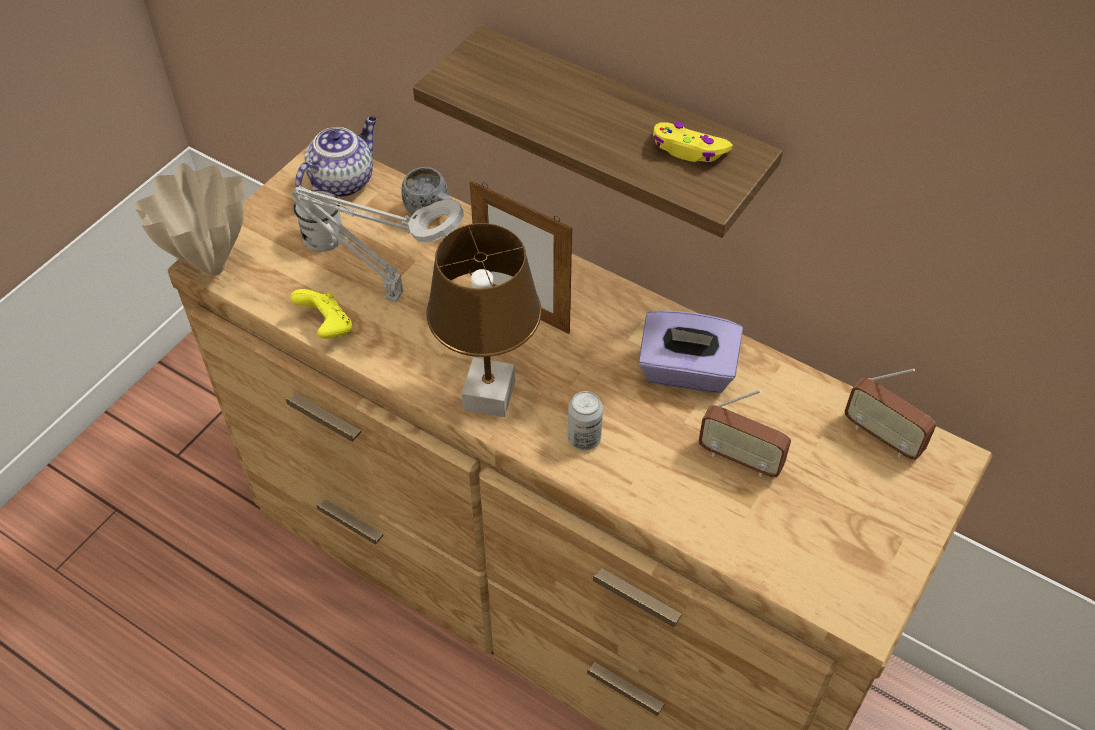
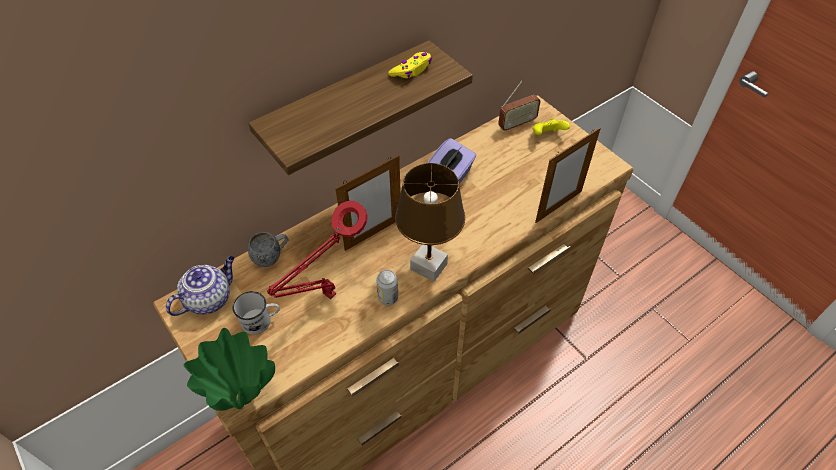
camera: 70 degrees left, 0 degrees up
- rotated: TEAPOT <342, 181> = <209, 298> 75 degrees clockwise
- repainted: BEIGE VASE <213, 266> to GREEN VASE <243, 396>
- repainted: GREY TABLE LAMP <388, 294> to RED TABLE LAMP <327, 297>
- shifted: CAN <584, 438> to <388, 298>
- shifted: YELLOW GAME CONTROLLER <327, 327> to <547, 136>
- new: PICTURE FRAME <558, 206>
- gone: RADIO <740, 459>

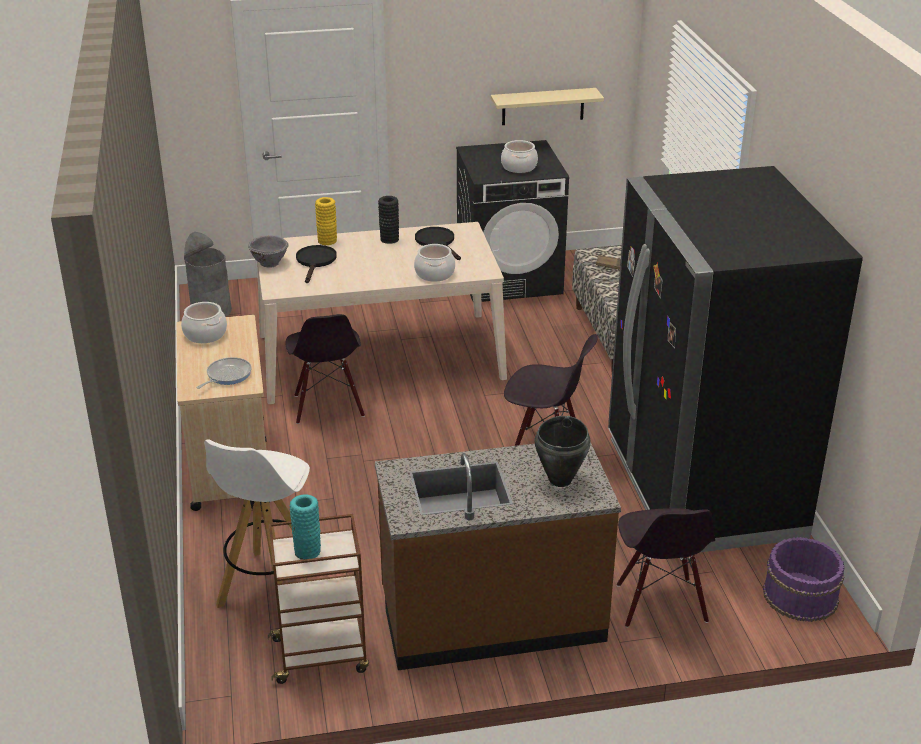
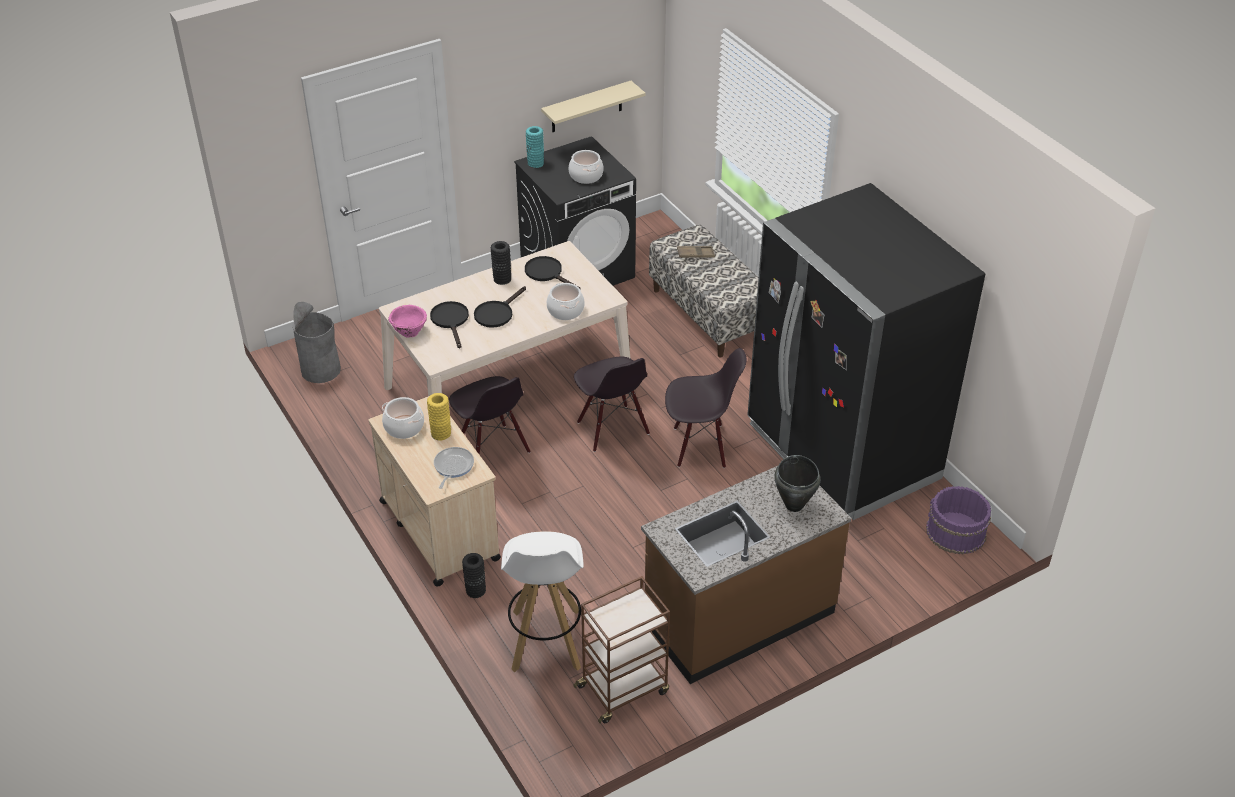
camera: 20 degrees left, 10 degrees up
- repainted: GREY BOWL <269, 263> to PINK BOWL <409, 331>
- shifted: YELLOW VASE <327, 241> to <441, 433>
- new: BLACK VASE <475, 590>
- new: BLACK FRYING PAN <497, 313>
- shifted: TURQUOISE VASE <307, 551> to <535, 163>
- shifted: BLACK CHAIR <660, 603> to <612, 428>

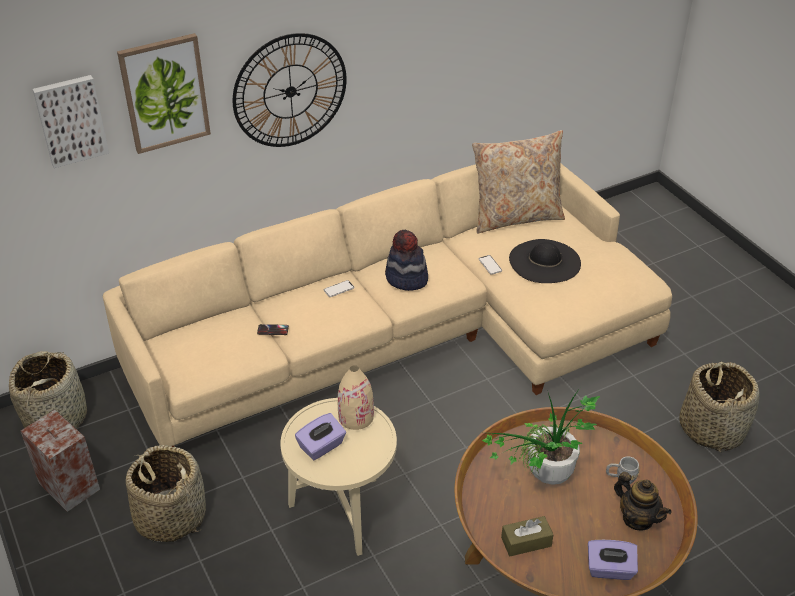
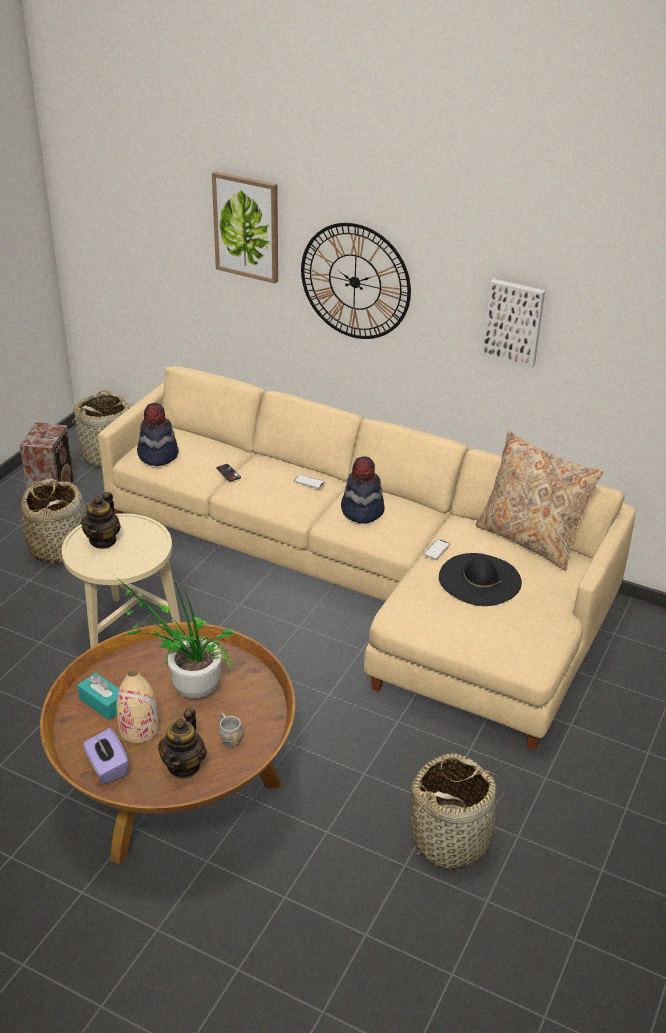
camera: 55 degrees right, 5 degrees down
- repainted: BROWN TISSUE BOX <526, 542> to TURQUOISE TISSUE BOX <103, 703>
- swapped: PURPLE TISSUE BOX <321, 446> to TEAPOT <103, 540>
- shifted: BEIGE VASE <356, 416> to <139, 728>
- new: HAT <157, 454>
- shifted: PICTURE <70, 120> to <514, 322>

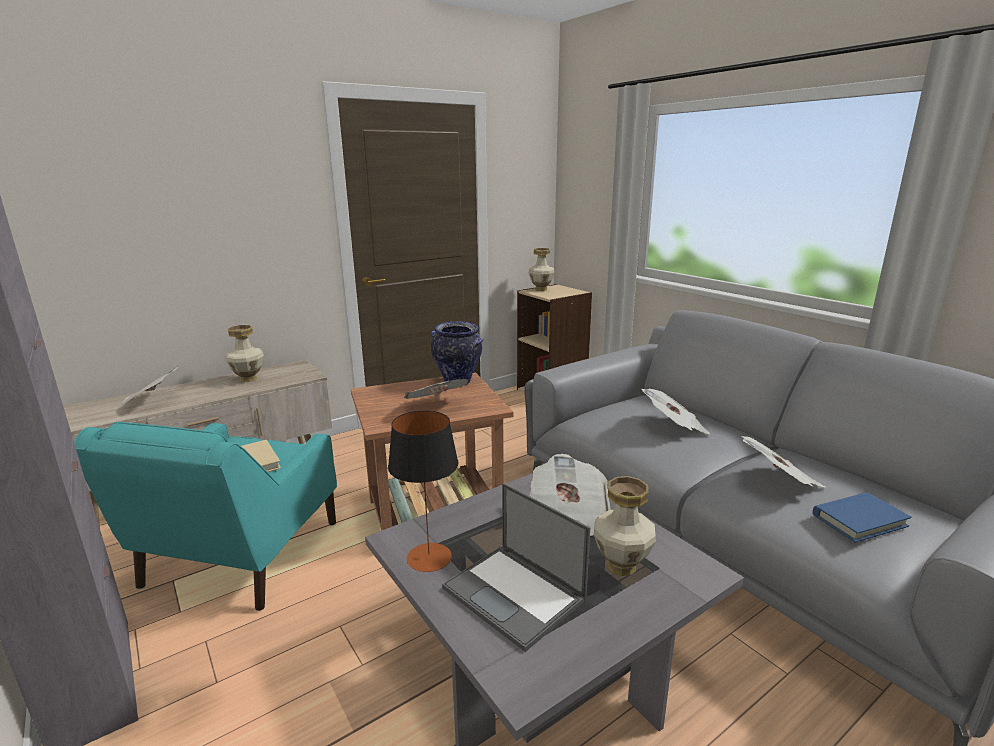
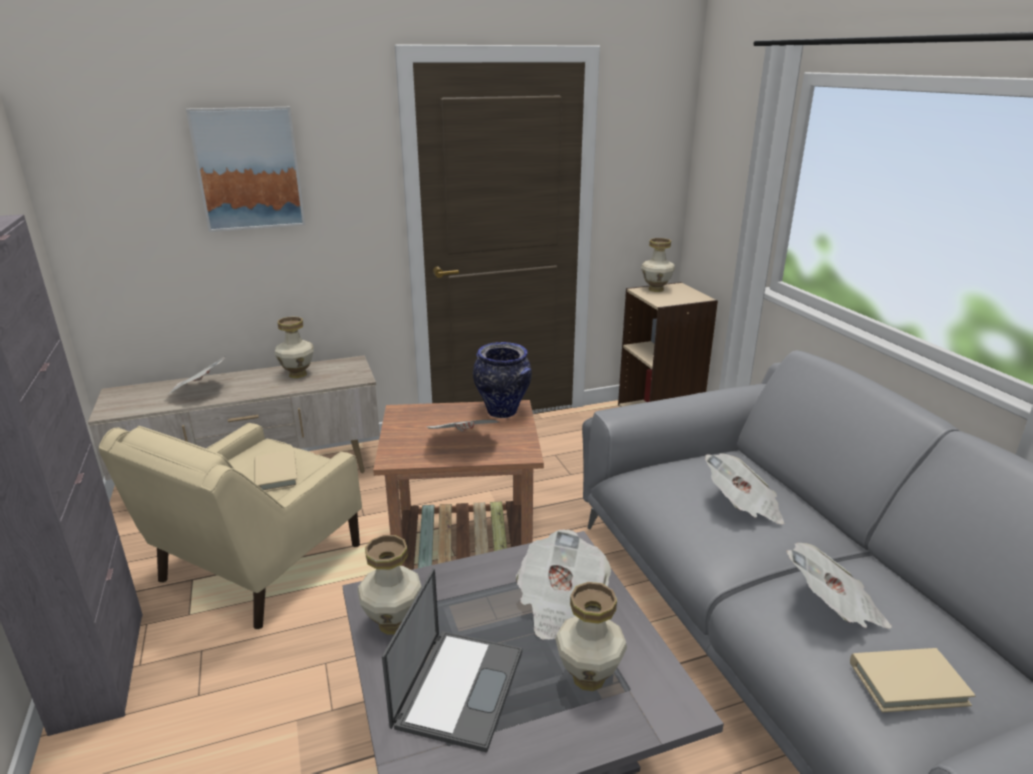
camera: 15 degrees right, 5 degrees up
- repainted: TURQUOISE ARMCHAIR <240, 557> to BEIGE ARMCHAIR <258, 566>
- new: PICTURE <248, 169>
- swapped: TABLE LAMP <429, 557> to VASE <393, 623>
- rotated: LAPTOP <515, 594> = <459, 686> 135 degrees counterclockwise
- repainted: BLUE BOOK <859, 520> to BEIGE BOOK <908, 683>

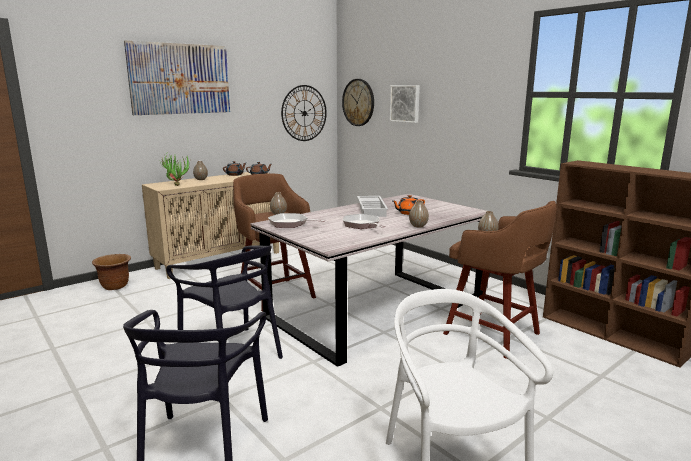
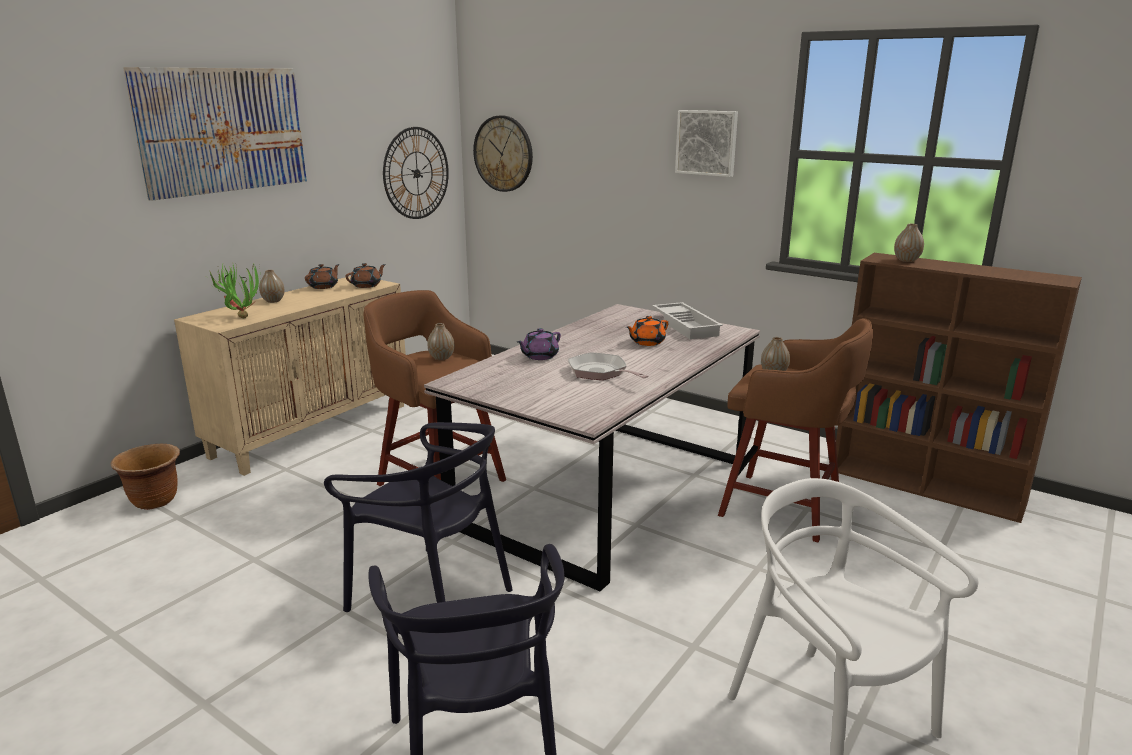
camera: 15 degrees left, 5 degrees up
- new: PURPLE TEAPOT <539, 356>
- shifted: WHITE TRAY <372, 210> to <687, 325>
- shifted: PICTURE <405, 103> to <707, 142>
- shifted: VASE <418, 226> to <906, 260>
- gone: FRYING PAN <290, 224>

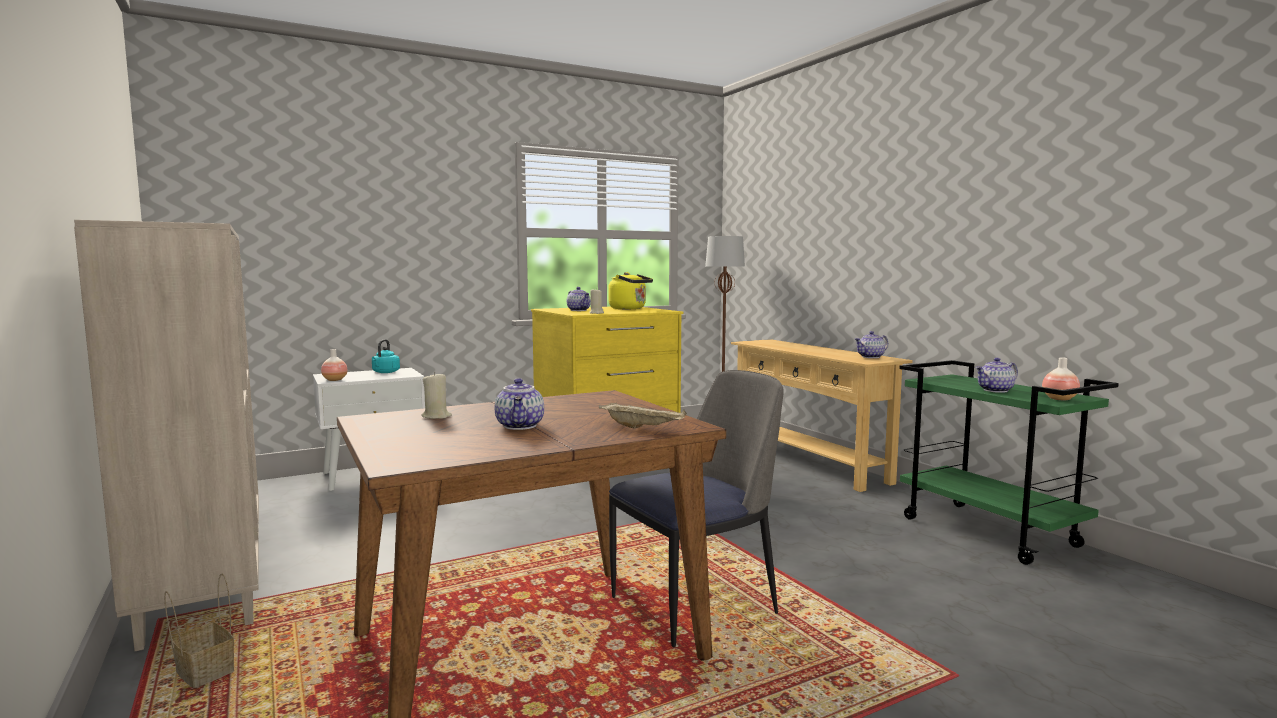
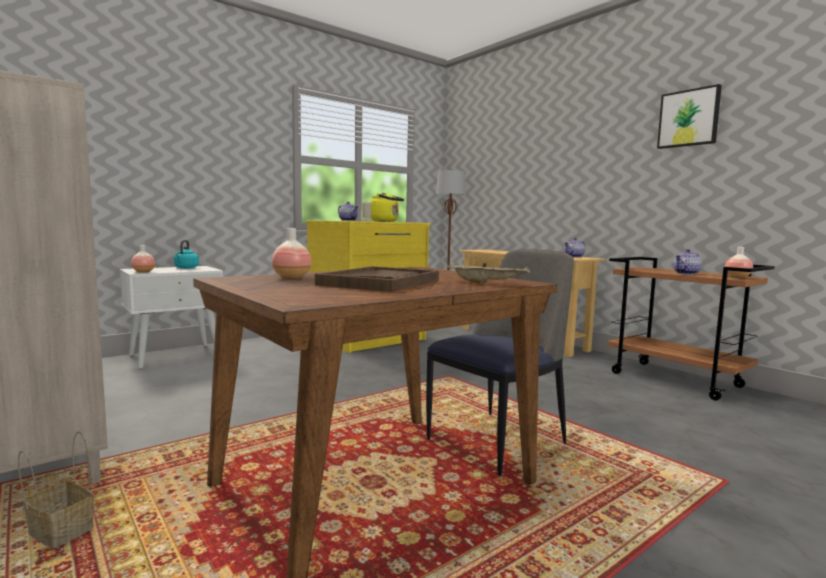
camera: 10 degrees left, 0 degrees up
- swapped: BEIGE CANDLE <436, 416> to VASE <291, 278>
- swapped: TEAPOT <521, 426> to BROWN TRAY <380, 282>
- repainted: GREEN CART <990, 532> to BROWN CART <676, 380>
- new: PICTURE <689, 118>

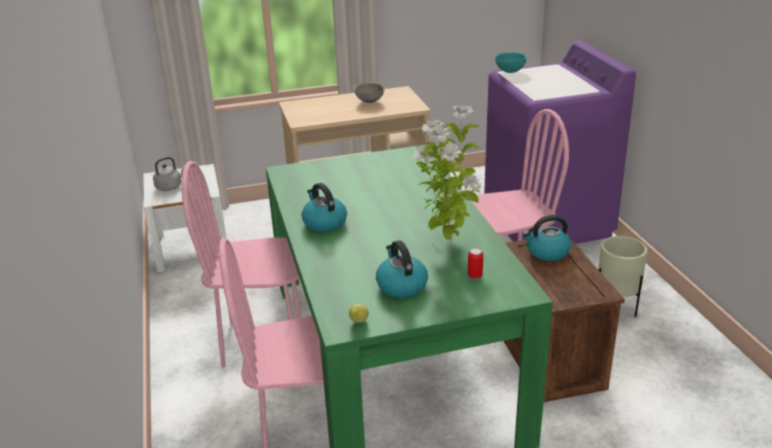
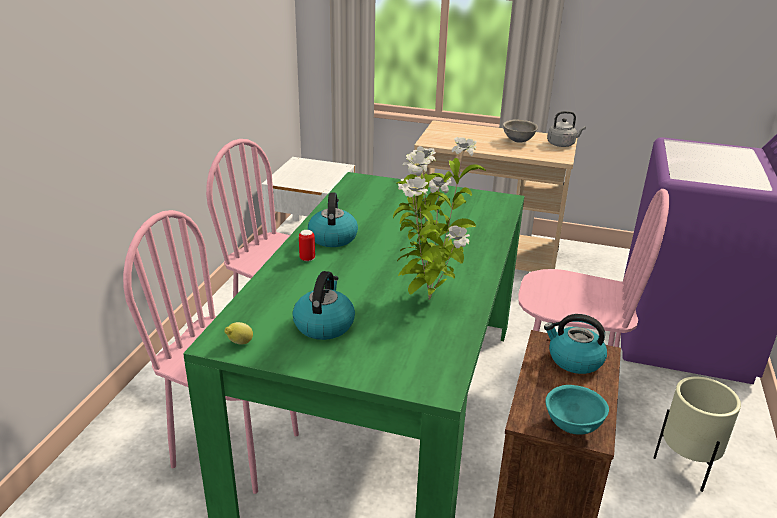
camera: 30 degrees right, 0 degrees up
- shifted: CAN <475, 276> to <307, 258>
- shifted: TURQUOISE BOWL <510, 72> to <572, 426>
- shifted: GREY KETTLE <170, 187> to <562, 144>

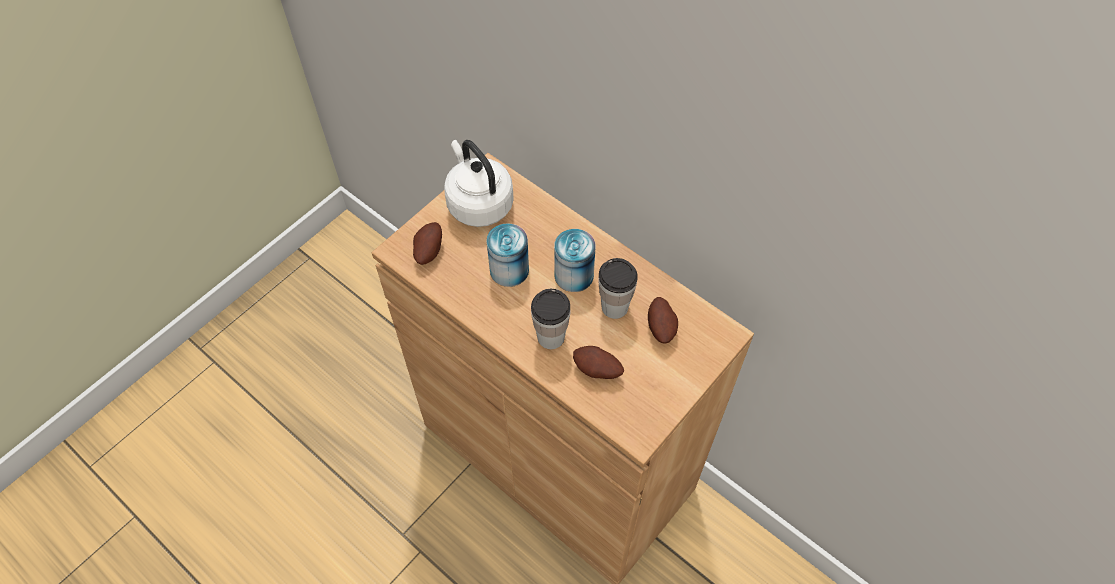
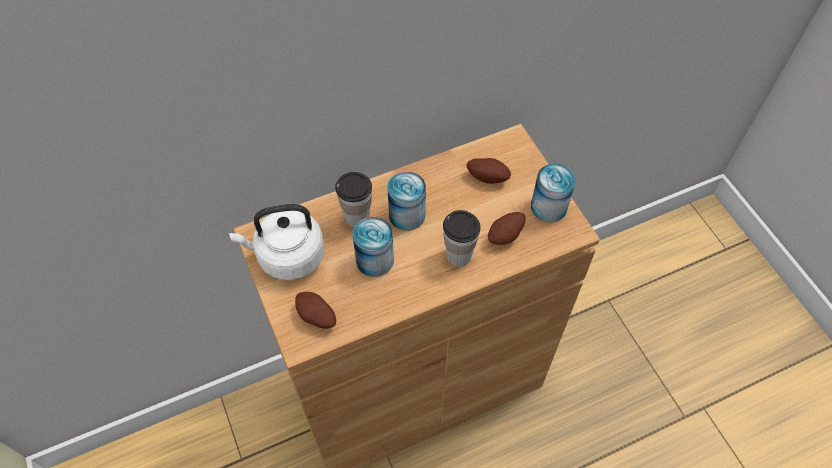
camera: 65 degrees left, 0 degrees up
- shifted: CUP <614, 307> to <357, 217>
- new: CAN <548, 207>

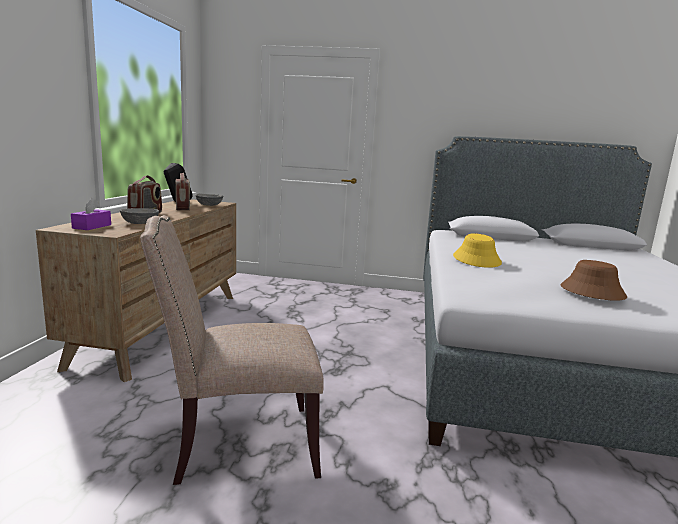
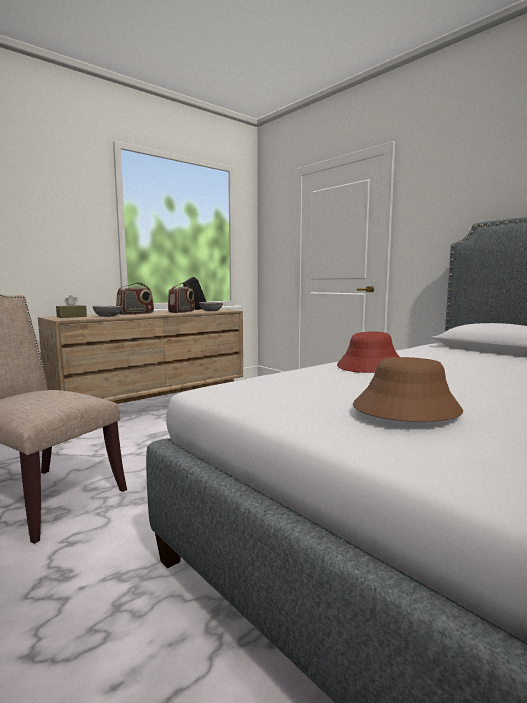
camera: 40 degrees right, 5 degrees down
- repainted: PURPLE TISSUE BOX <92, 226> to BROWN TISSUE BOX <71, 316>
- repainted: YELLOW HAT <477, 260> to RED HAT <370, 365>

